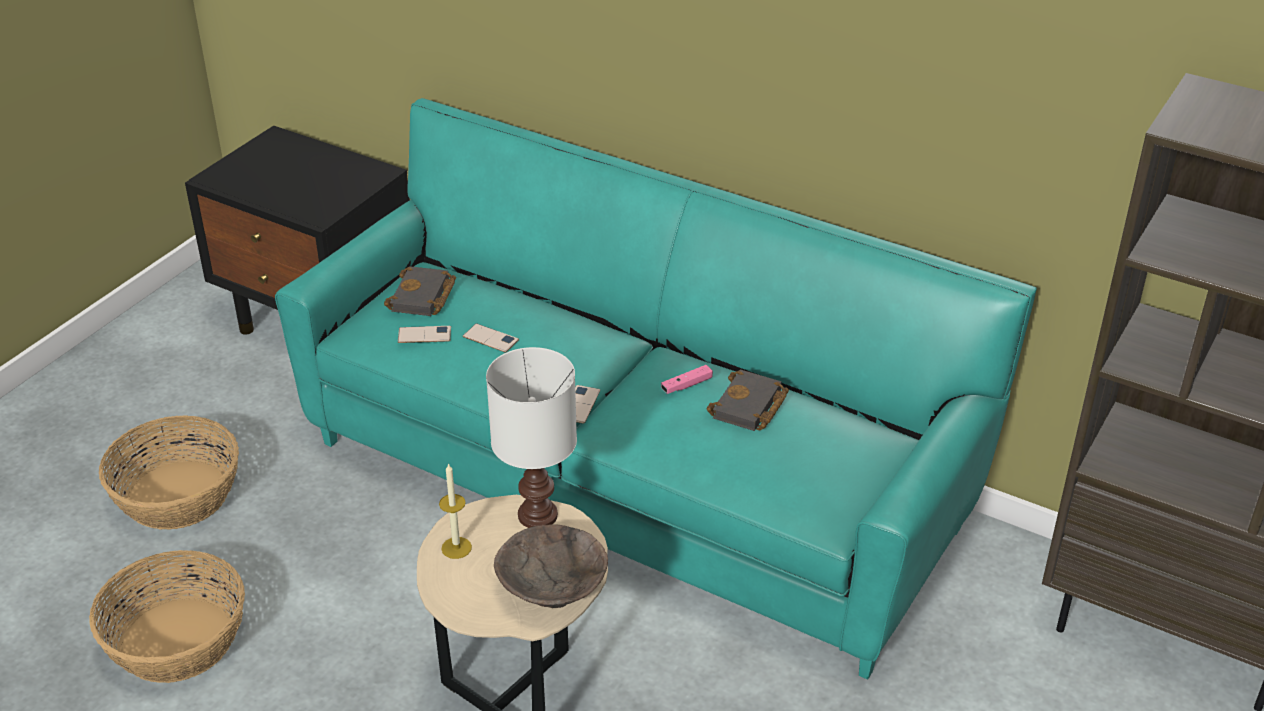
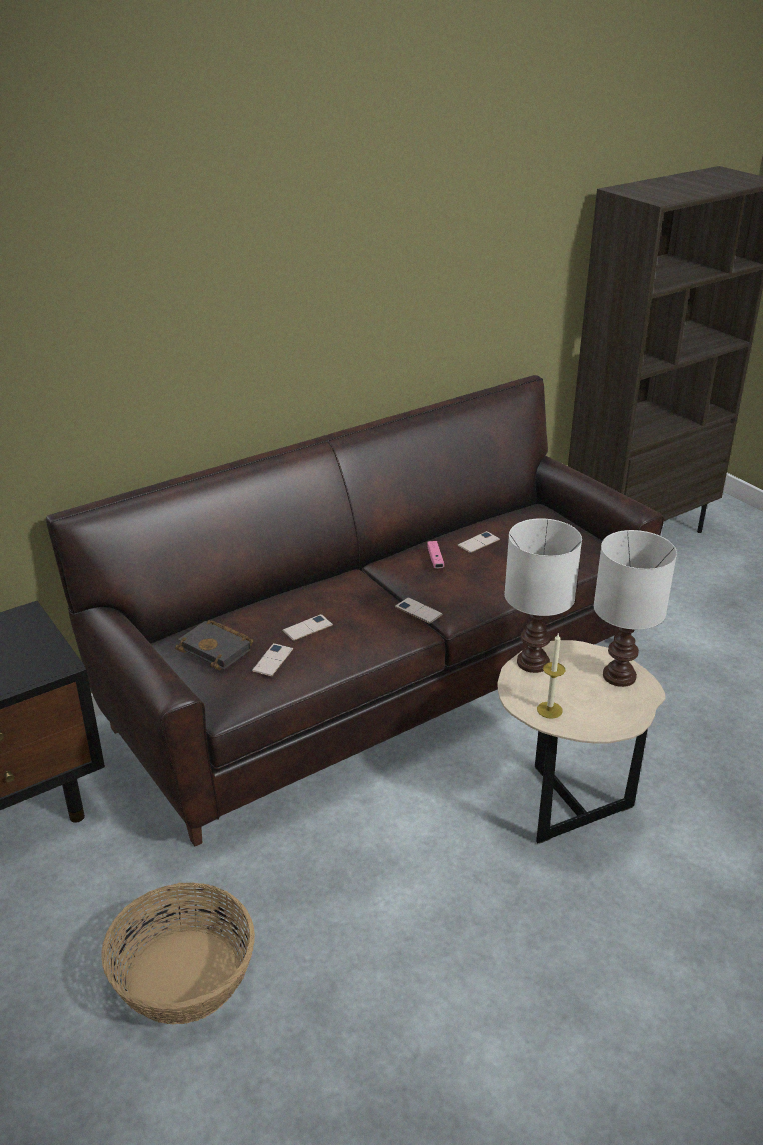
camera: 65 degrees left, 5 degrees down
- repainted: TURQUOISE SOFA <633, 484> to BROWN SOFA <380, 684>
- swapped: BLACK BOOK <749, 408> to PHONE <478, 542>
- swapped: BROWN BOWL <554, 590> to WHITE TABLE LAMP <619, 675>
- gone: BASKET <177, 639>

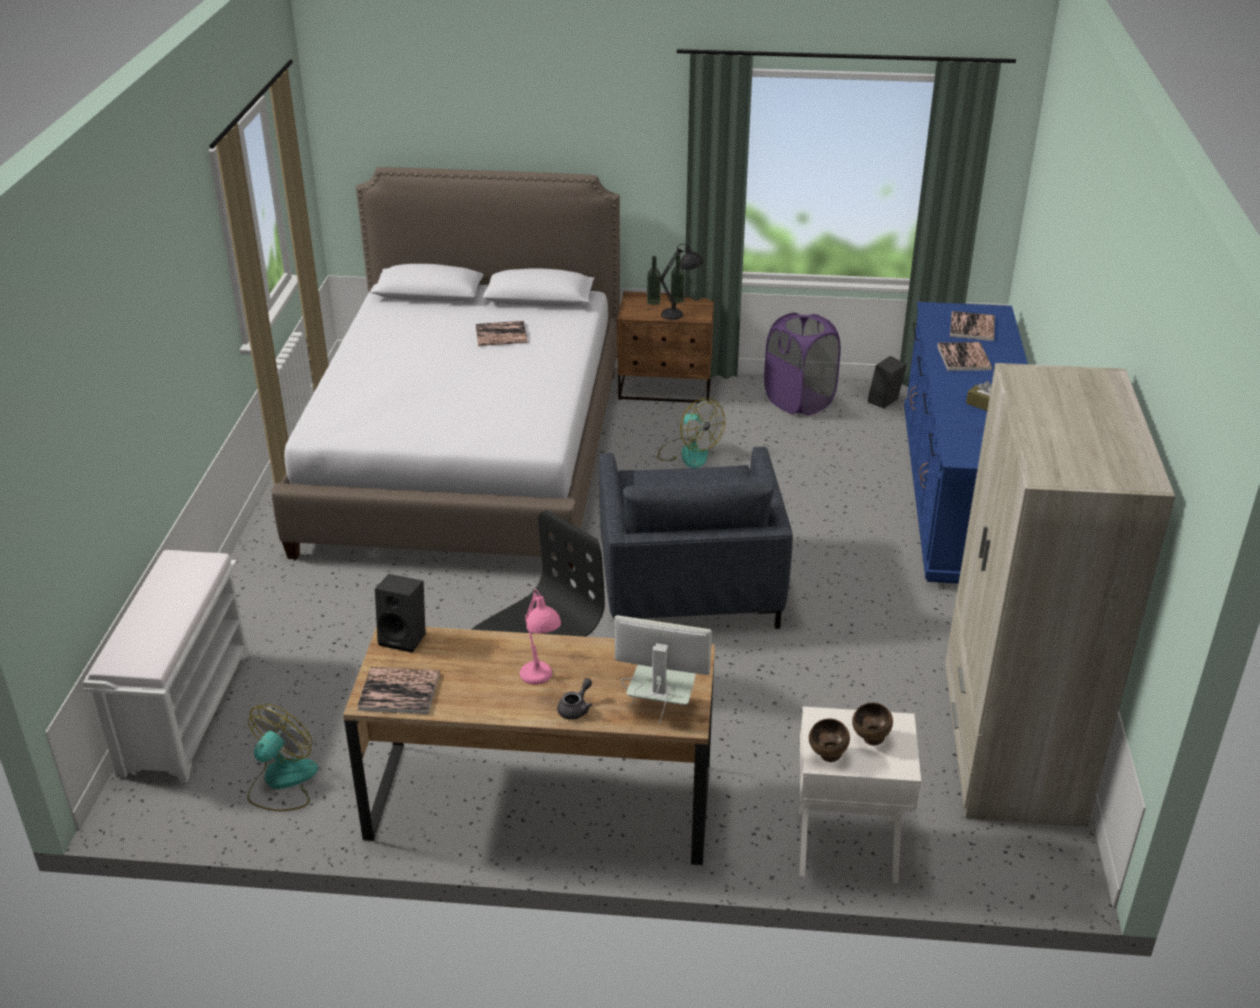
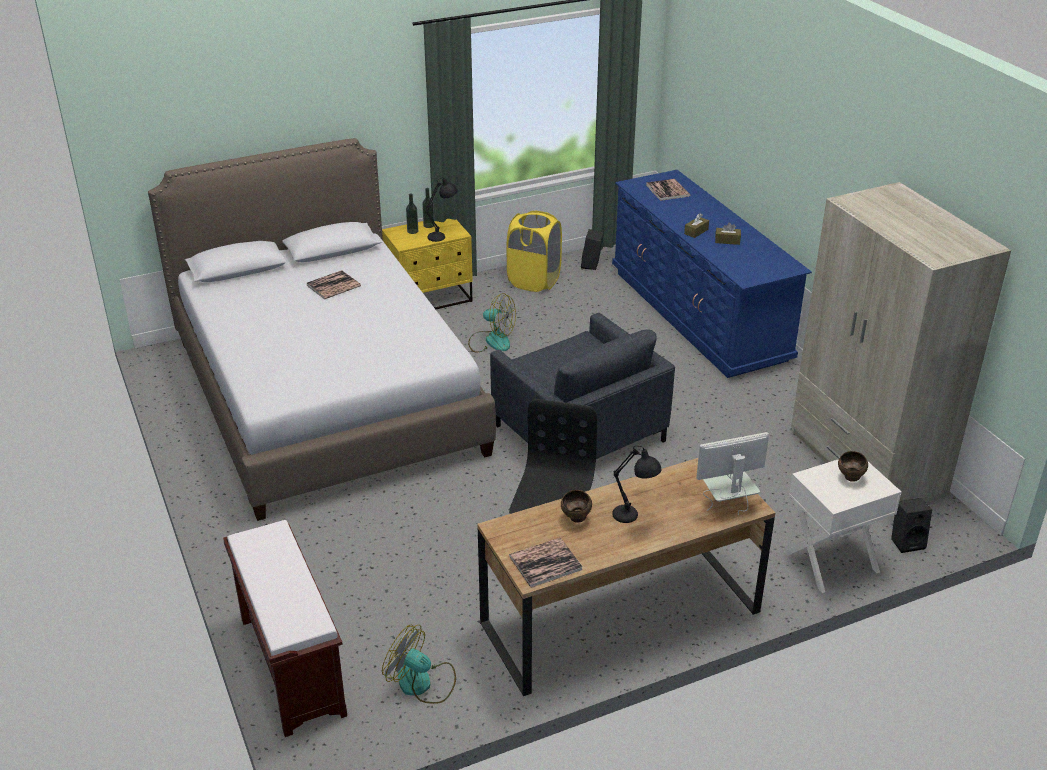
camera: 30 degrees left, 0 degrees up
- repainted: WHITE BENCH <185, 710> to BROWN BENCH <290, 665>
- repainted: BROWN NIGHTSTAND <665, 388> to YELLOW NIGHTSTAND <430, 299>
- rotated: FAN <282, 782> = <422, 683> 60 degrees counterclockwise
- repainted: PURPLE LAUNDRY BASKET <799, 401> to YELLOW LAUNDRY BASKET <534, 281>
- shifted: BROWN BOWL <827, 756> to <576, 519>
- repainted: PINK TABLE LAMP <540, 682> to BLACK TABLE LAMP <634, 519>
- new: BROWN TISSUE BOX <696, 231>
- shifted: BLACK SPEAKER <405, 637> to <907, 542>
- gone: GREY TEAPOT <576, 708>
- gone: BOOK <964, 357>

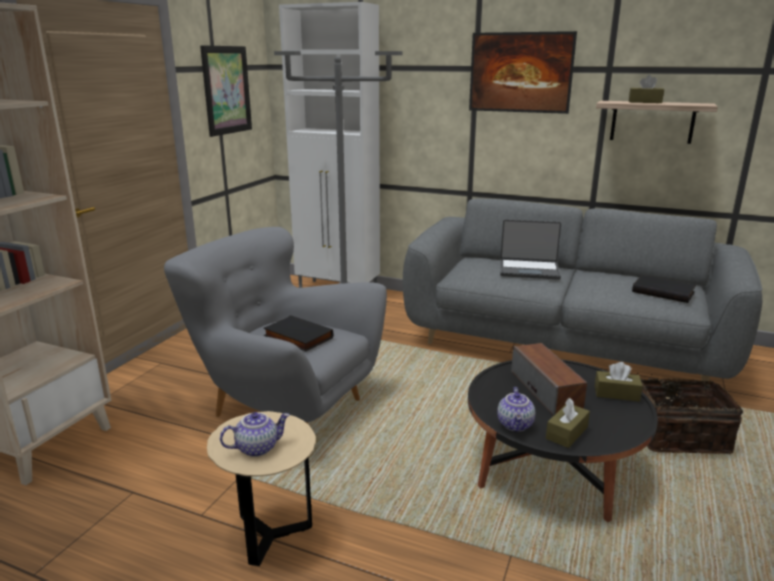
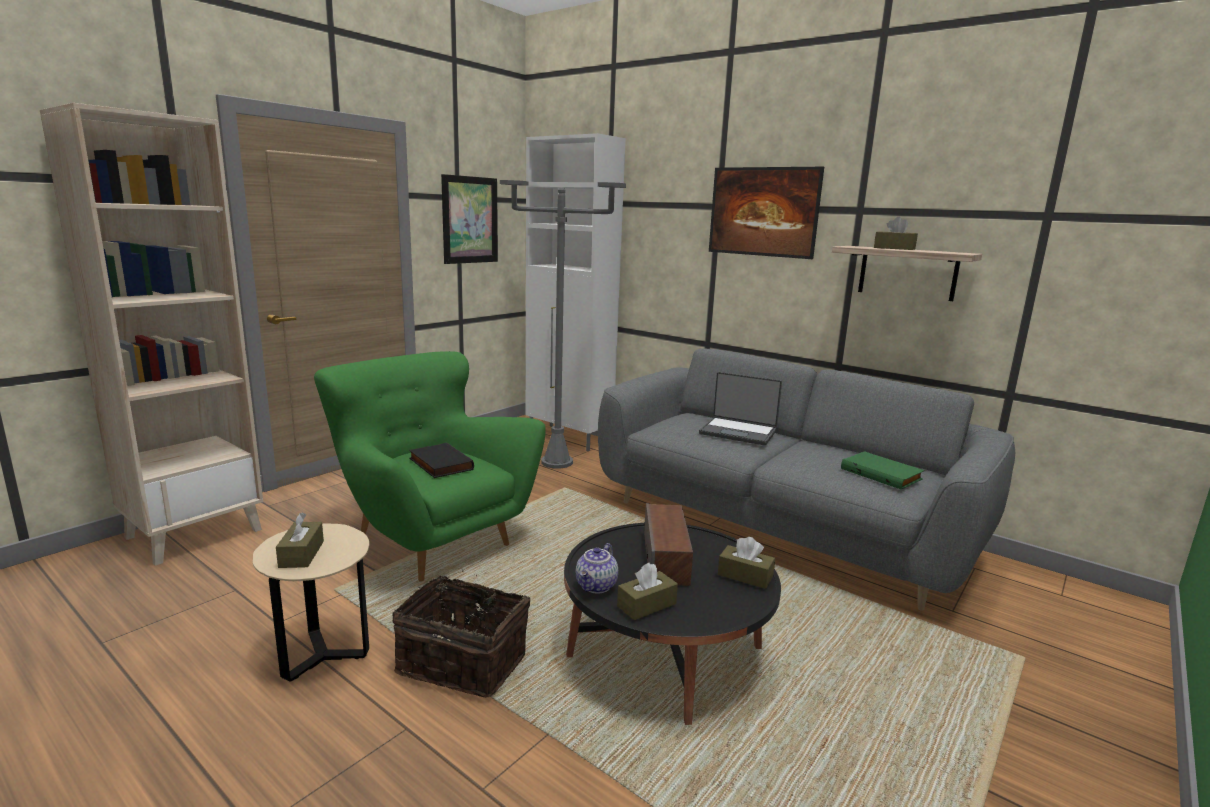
camera: 15 degrees right, 5 degrees down
- swapped: TEAPOT <257, 447> to BROWN TISSUE BOX <301, 554>
- repainted: GREY ARMCHAIR <285, 407> to GREEN ARMCHAIR <430, 539>
- shifted: BASKET <677, 435> to <464, 661>
- repainted: BLACK BOOK <664, 291> to GREEN BOOK <882, 474>

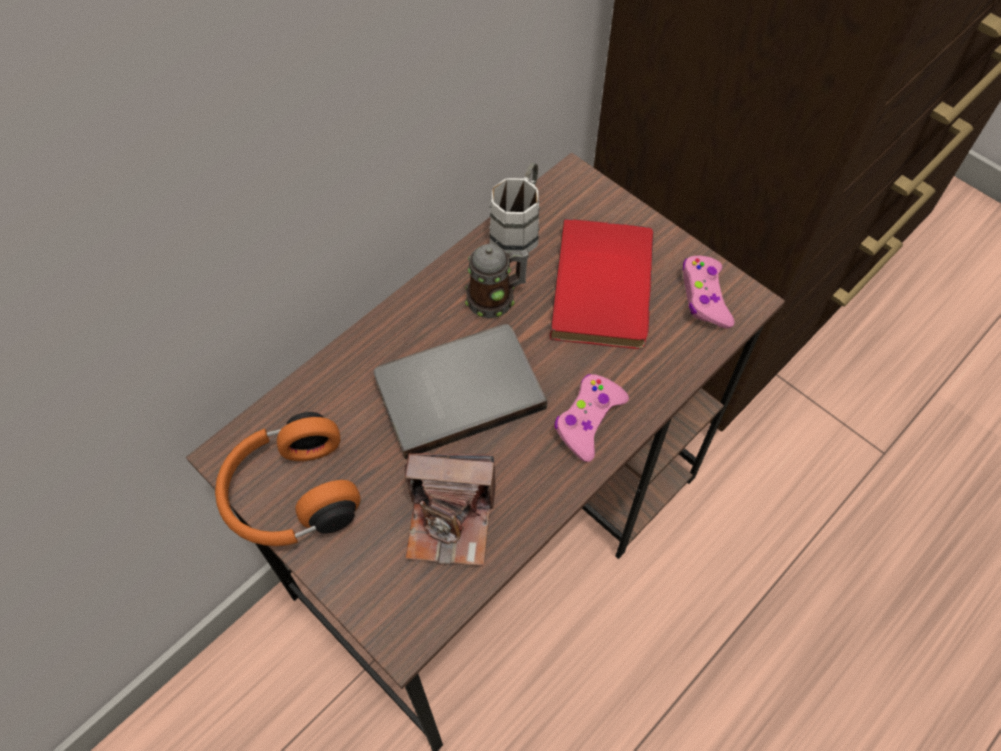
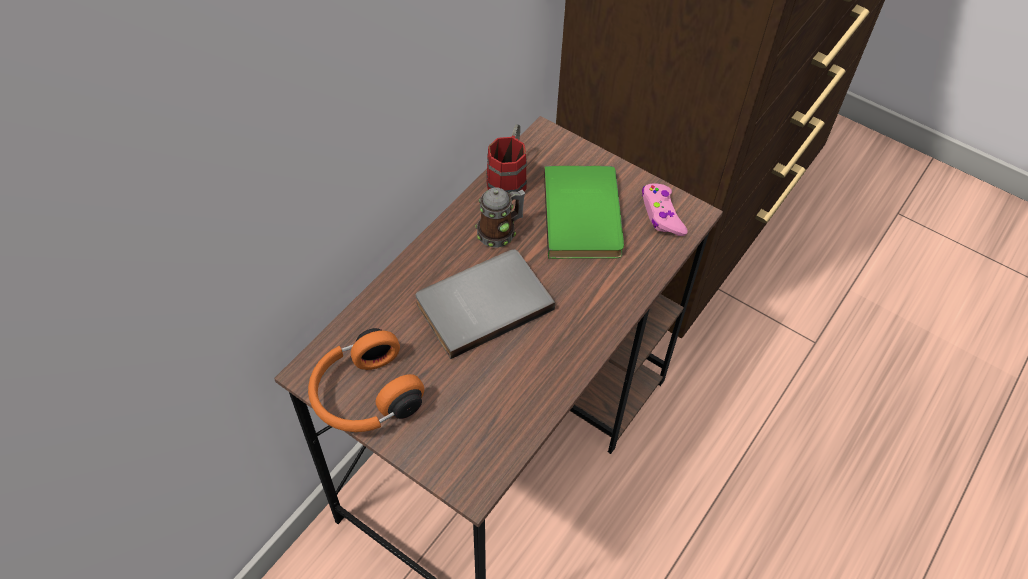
camera: 10 degrees left, 5 degrees down
- repainted: WHITE MUG <519, 228> to RED MUG <509, 177>
- repainted: RED BOOK <607, 287> to GREEN BOOK <586, 215>
- gone: PHOTO CAMERA <451, 520>
- gone: PINK GAME CONTROLLER <588, 420>

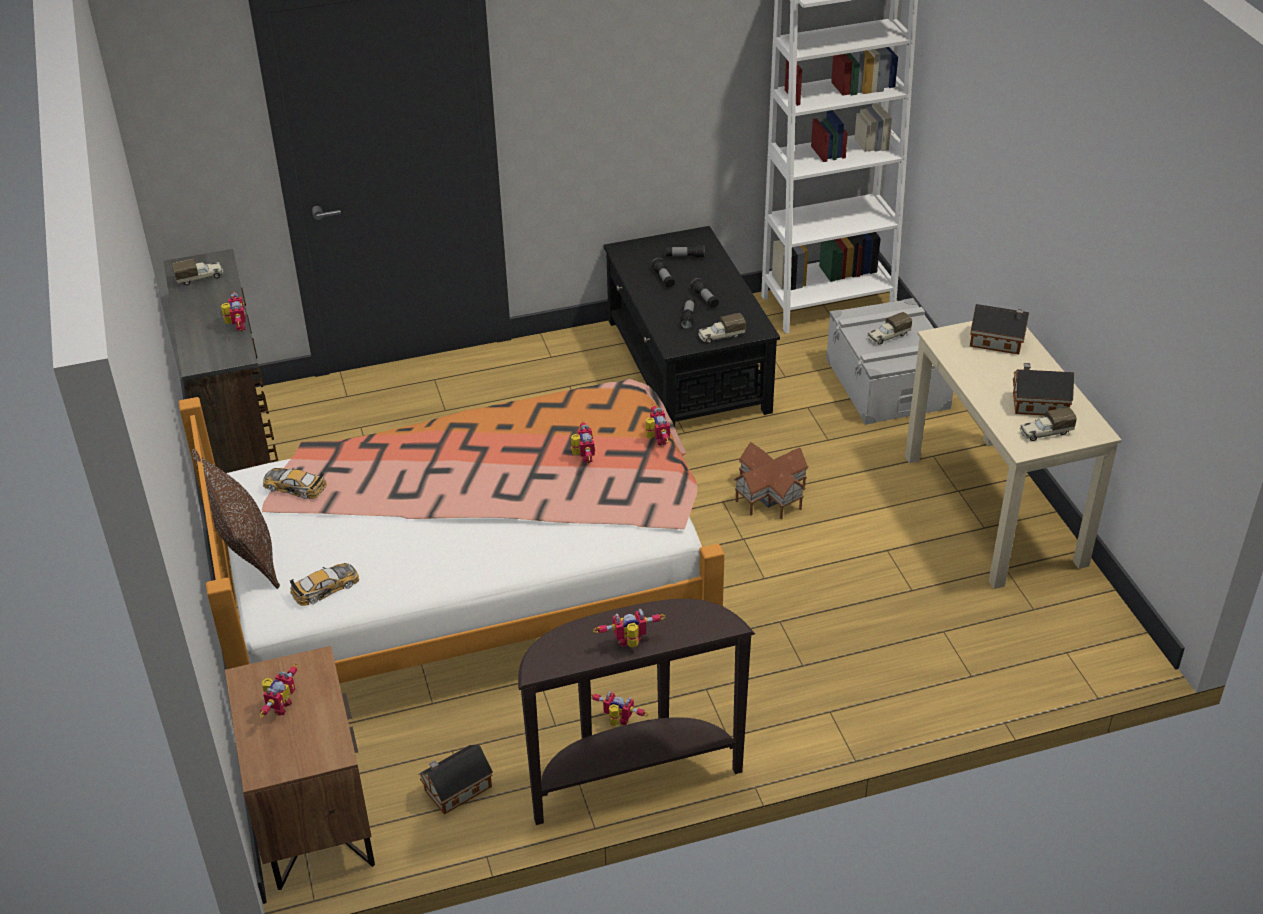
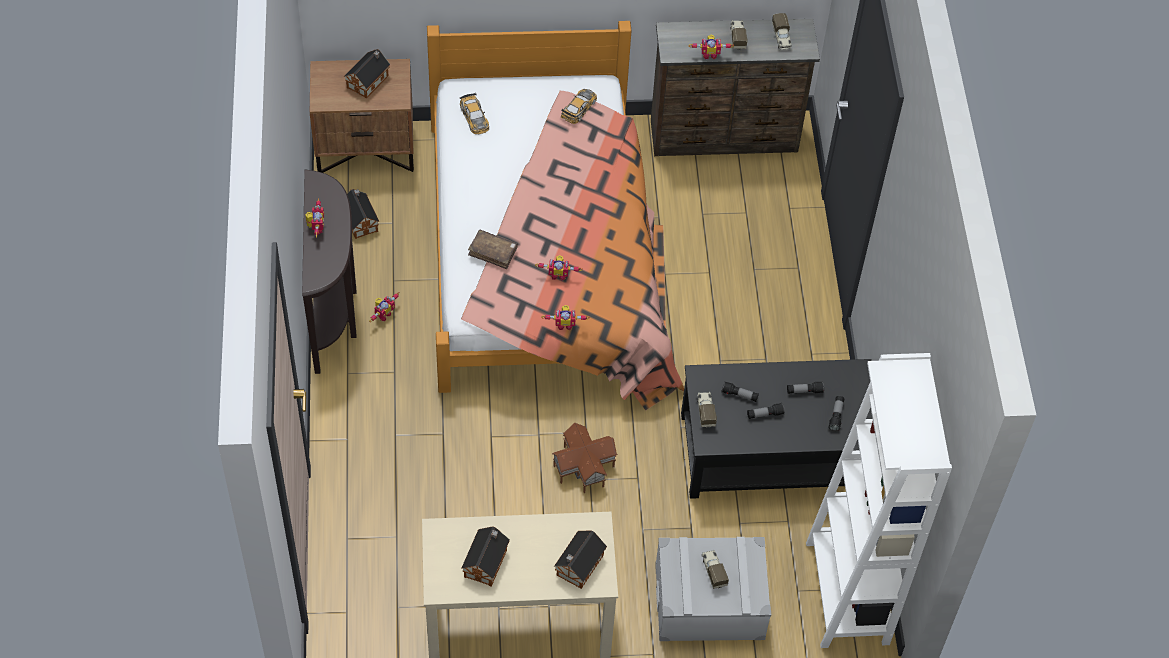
camera: 100 degrees right, 15 degrees up
- swapped: TOY ROBOT <279, 706> to TOY HOUSE <369, 80>
- new: BROWN BOOK <493, 252>
- shifted: TOY TRUCK <1045, 433> to <737, 38>
- gone: BROWN PILLOW <243, 546>

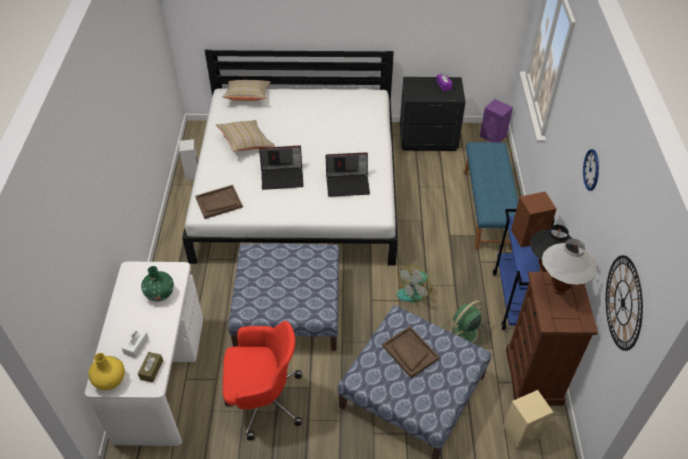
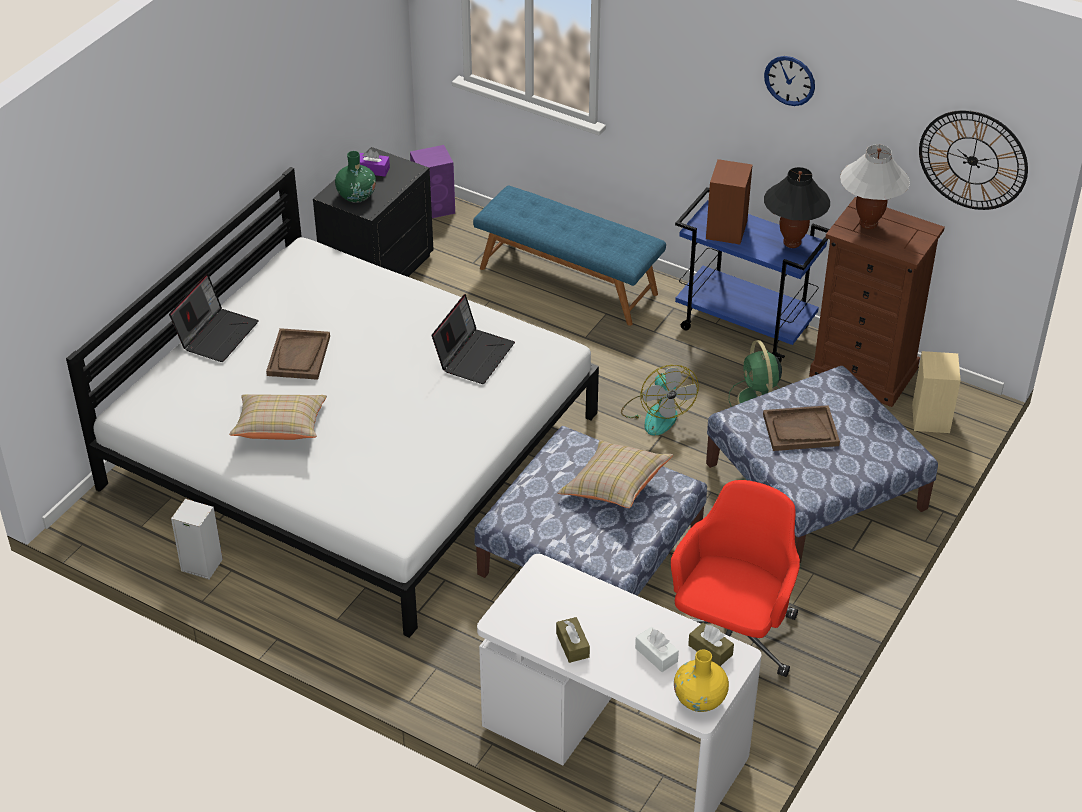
camera: 60 degrees left, 5 degrees down
- shifted: LAPTOP <283, 177> to <217, 334>
- shifted: BROWN TRAY <219, 203> to <299, 356>
- shifted: GREEN VASE <160, 294> to <356, 196>
- new: BROWN TISSUE BOX <572, 645>
- shifted: BEIGE PILLOW <247, 97> to <615, 487>

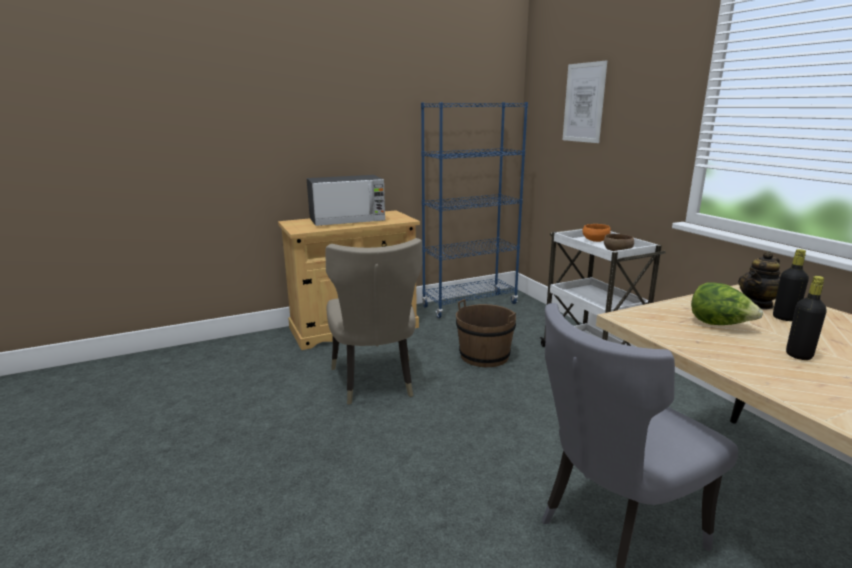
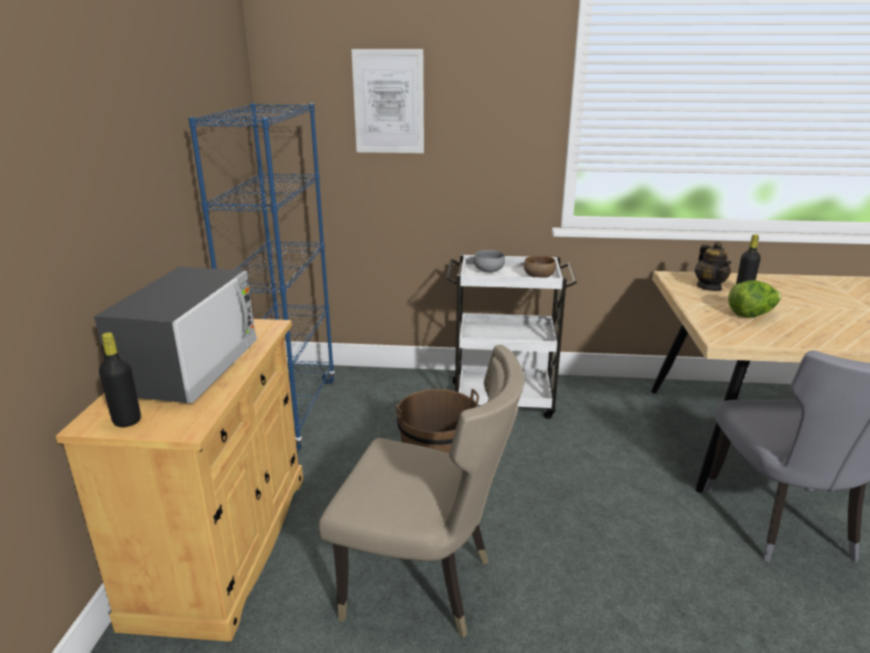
camera: 60 degrees left, 5 degrees up
- shifted: BLACK BOTTLE <798, 355> to <127, 421>
- repainted: ORANGE BOWL <595, 241> to GREY BOWL <488, 271>

